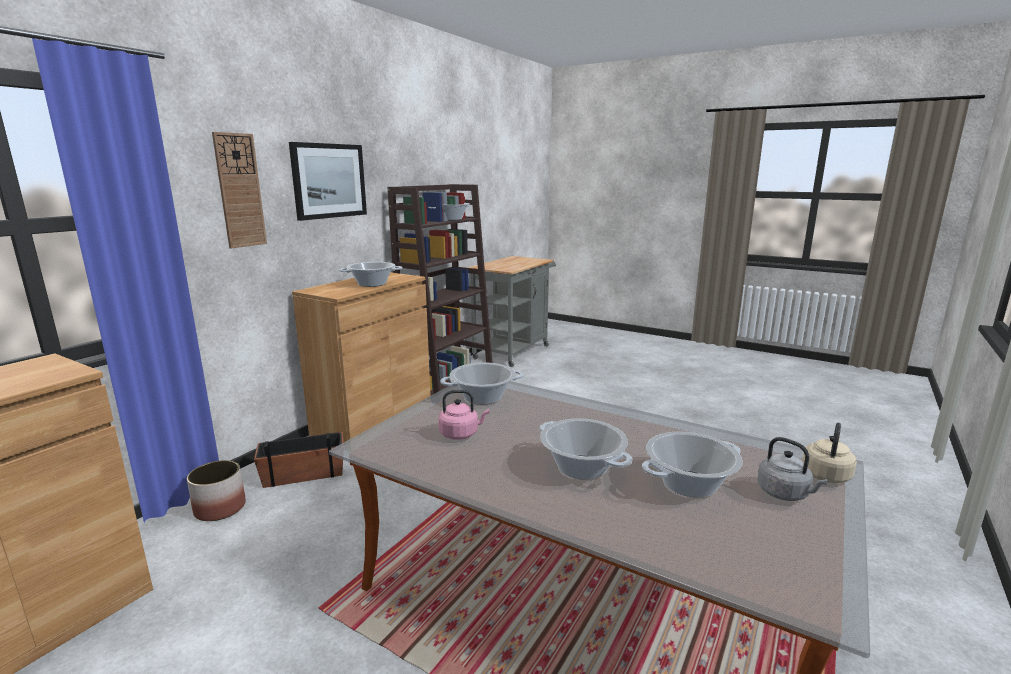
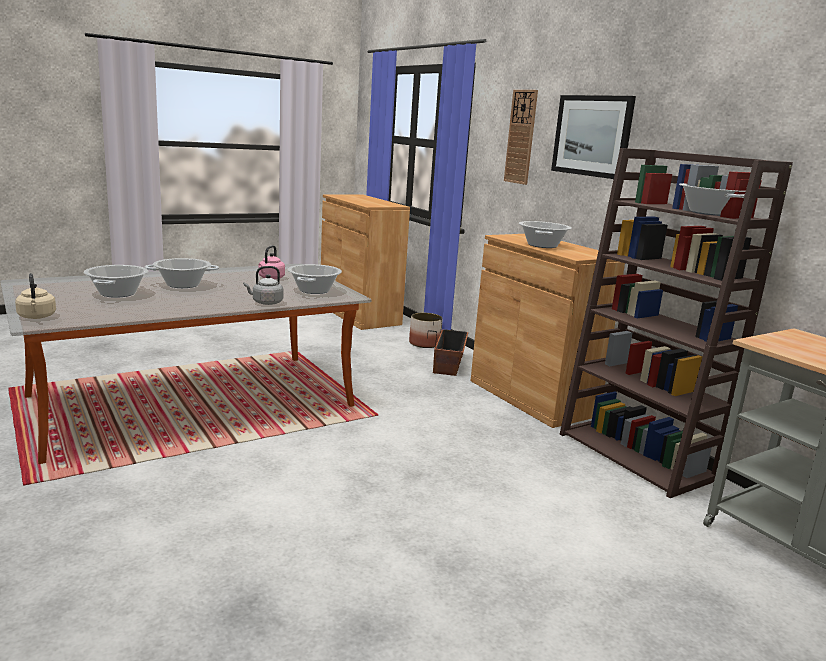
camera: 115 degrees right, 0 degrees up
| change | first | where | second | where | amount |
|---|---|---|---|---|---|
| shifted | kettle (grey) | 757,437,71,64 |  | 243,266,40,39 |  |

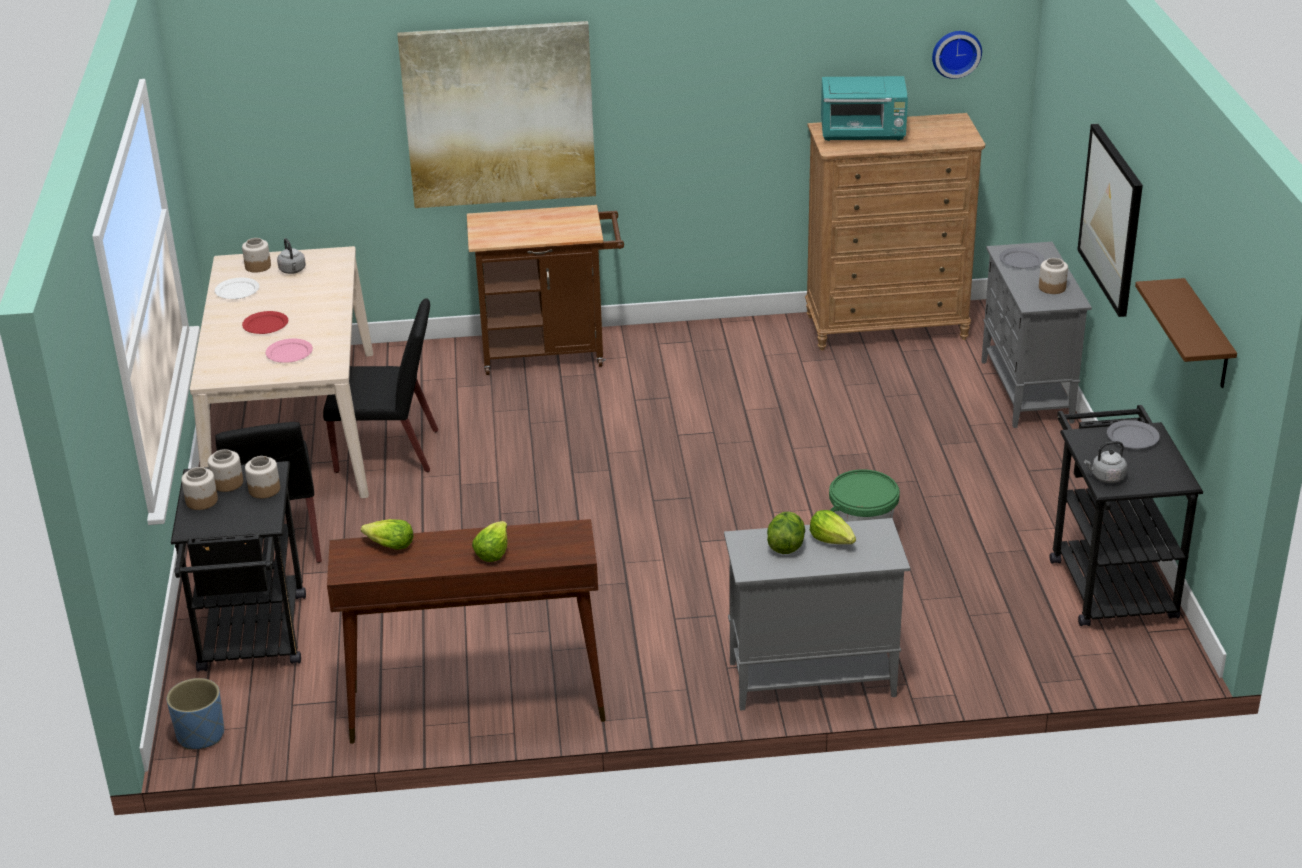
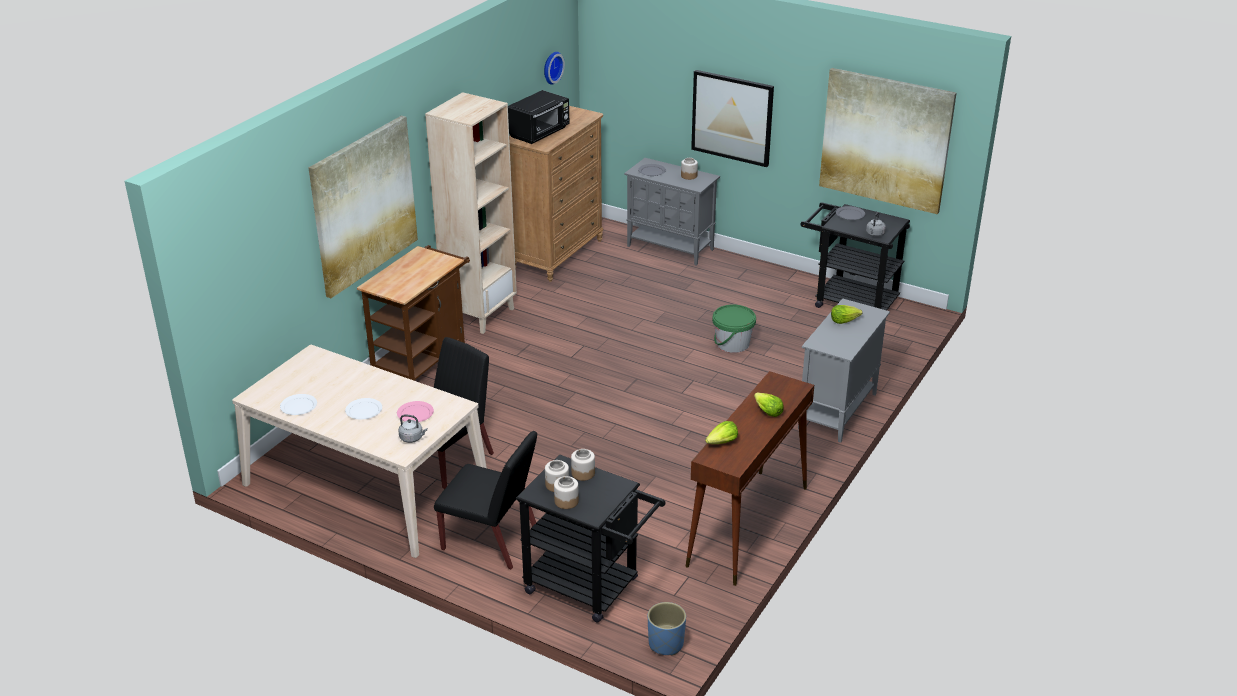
camera: 55 degrees left, 0 degrees up
| change | first | where | second | where | amount |
|---|---|---|---|---|---|
| repainted | plate (red) | 242,311,46,23 | plate (white) | 345,398,37,21 |  |
| shifted | kettle (grey) | 277,238,29,36 |  | 398,414,29,29 |  |
| new |  |  | bookcase (beige) | 425,92,92,242 |  |
| repainted | microwave (turquoise) | 821,76,87,65 | microwave (black) | 508,90,61,54 |  |
| swapped | shelf (brown) | 1135,278,102,110 | picture | 819,68,138,146 |  |
| gone | jar | 242,238,29,35 |  |  |  |
| gone | lettuce | 767,512,38,42 |  |  |  |

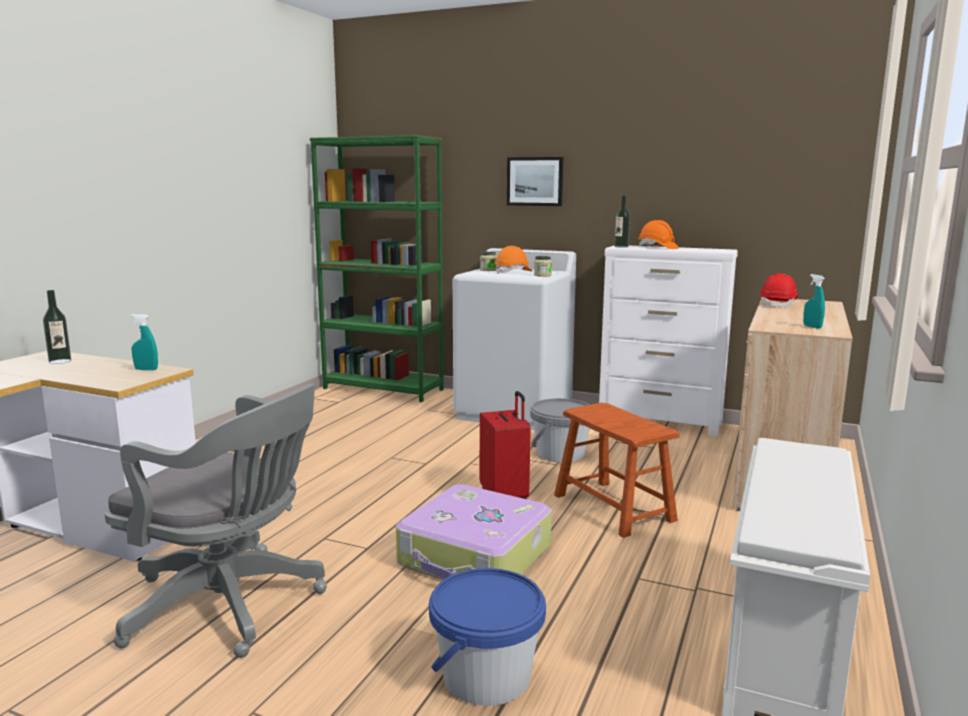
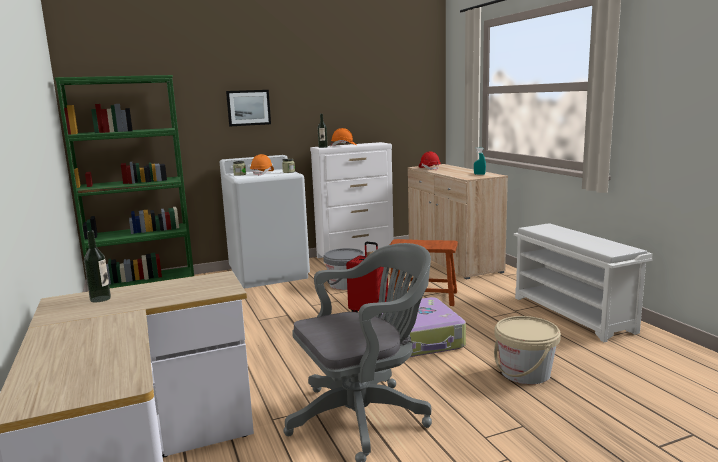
camera: 45 degrees left, 0 degrees up
| change | first | where | second | where | amount |
|---|---|---|---|---|---|
| repainted | bucket (blue) | 429,568,117,138 | bucket (beige) | 494,316,67,68 |  |
| gone | spray bottle (turquoise) | 131,314,27,56 |  |  |  |

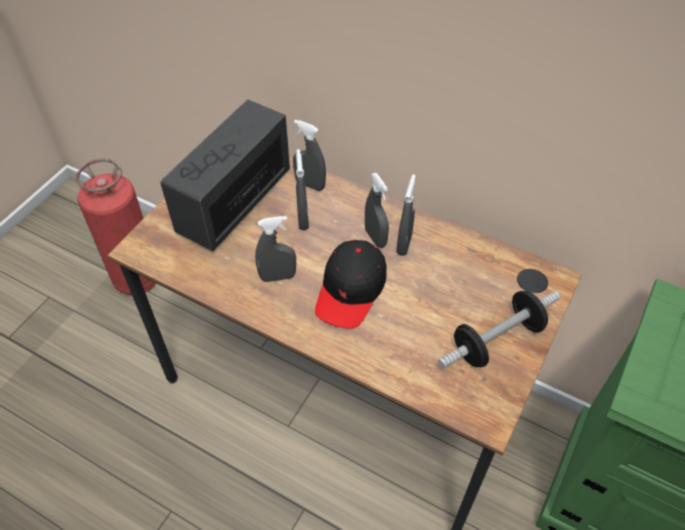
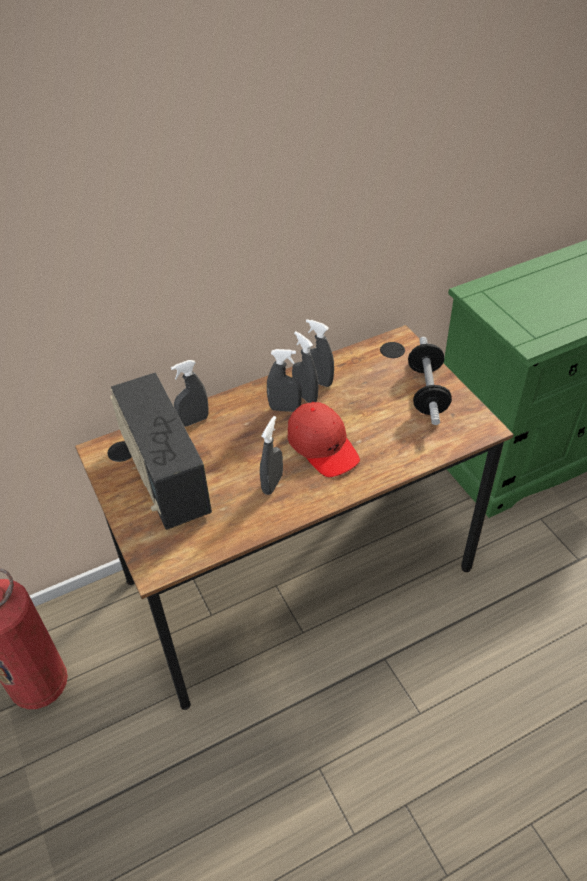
camera: 55 degrees left, 5 degrees down
| change | first | where | second | where | amount |
|---|---|---|---|---|---|
| repainted | cap (black) | 315,240,72,89 | cap (red) | 288,402,72,75 |  |
| shifted | spray bottle (grey) | 296,149,13,81 |  | 306,319,28,68 |  |

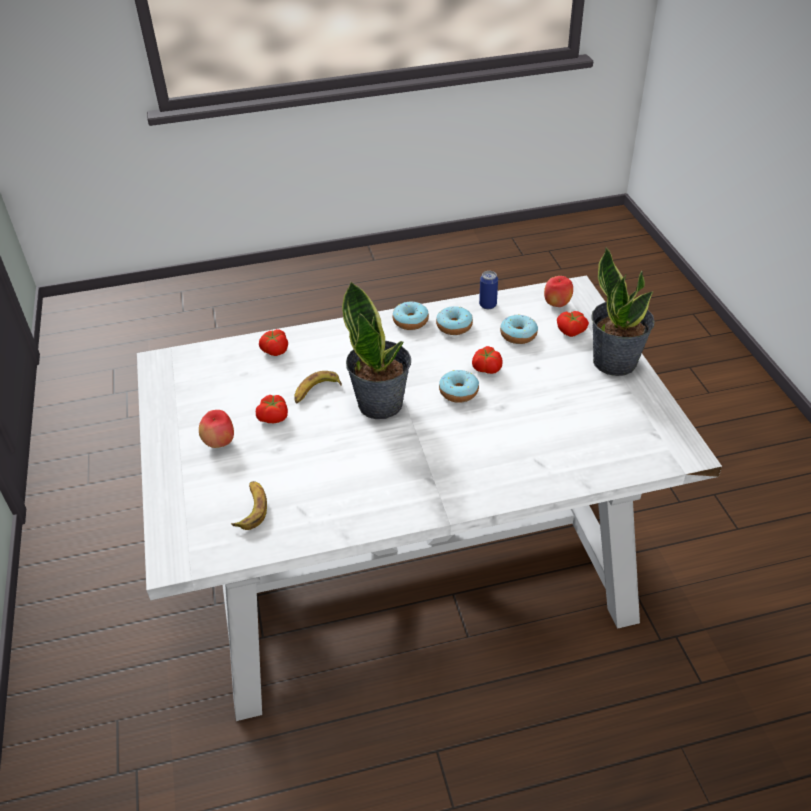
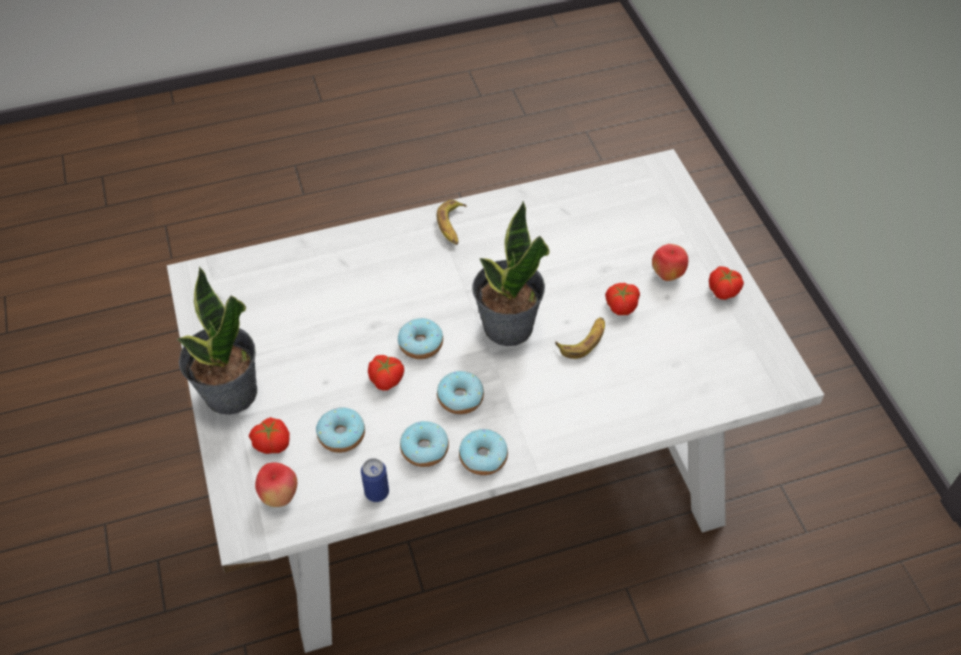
camera: 175 degrees right, 10 degrees up
| change | first | where | second | where | amount |
|---|---|---|---|---|---|
| shifted | banana | 231,481,36,49 |  | 437,200,30,45 |  |
| new |  |  | donut | 437,371,47,43 |  |
| shifted | tomato | 259,329,29,27 |  | 709,267,35,33 |  |

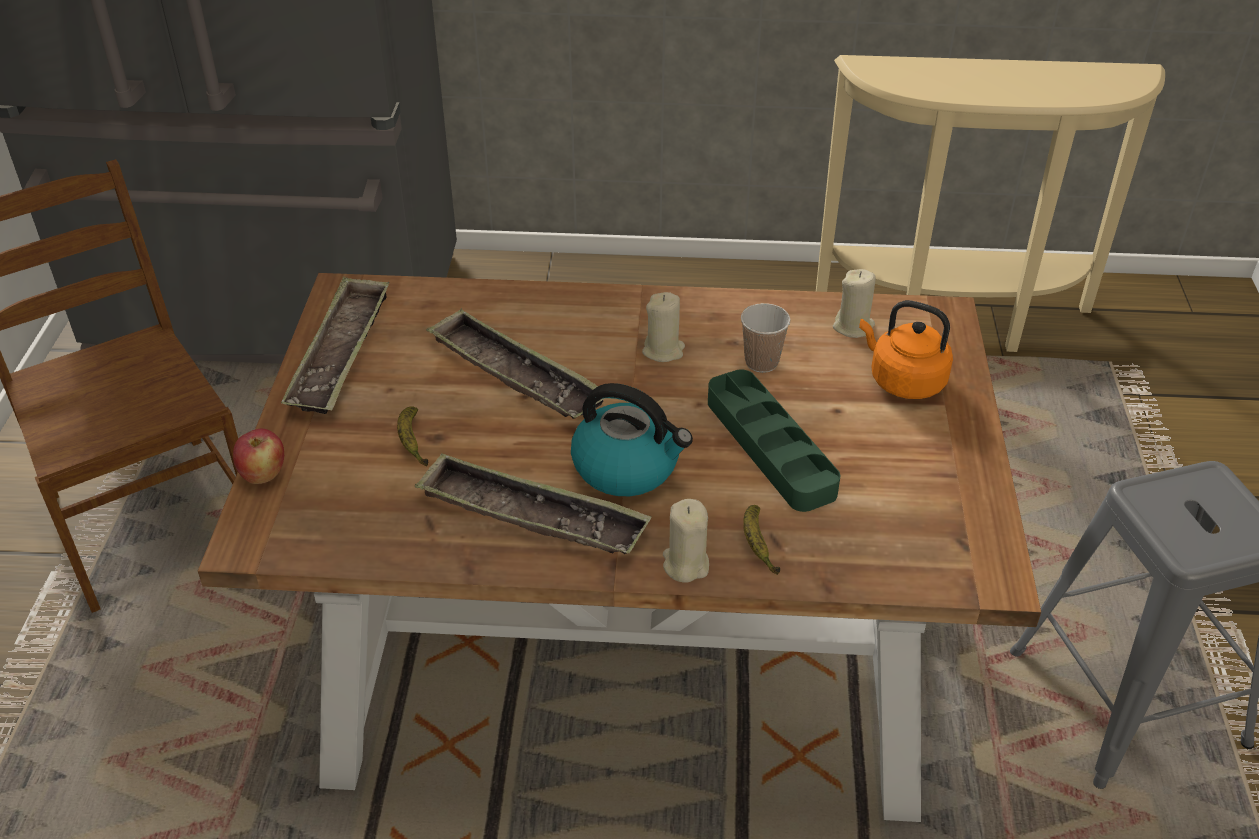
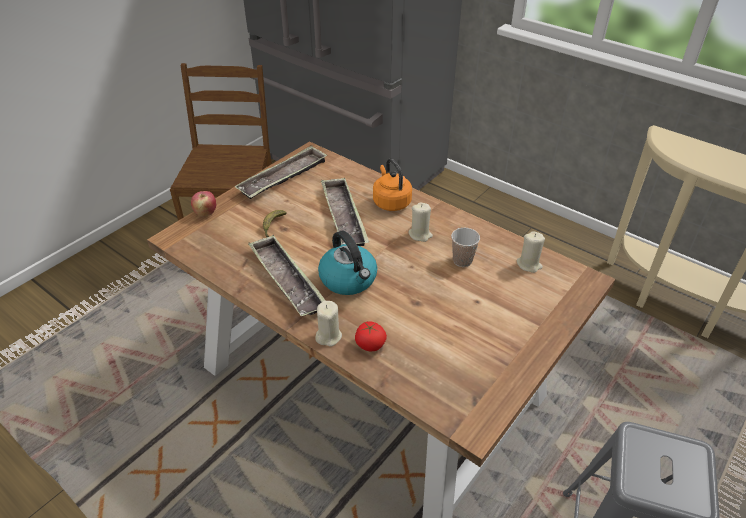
camera: 35 degrees right, 0 degrees up
| change | first | where | second | where | amount |
|---|---|---|---|---|---|
| swapped | banana | 743,505,37,70 | tomato | 355,321,32,30 |  |
| shifted | kettle (orange) | 859,300,94,99 |  | 373,159,39,52 |  |
| gone | tray (green) | 708,370,132,142 |  |  |  |

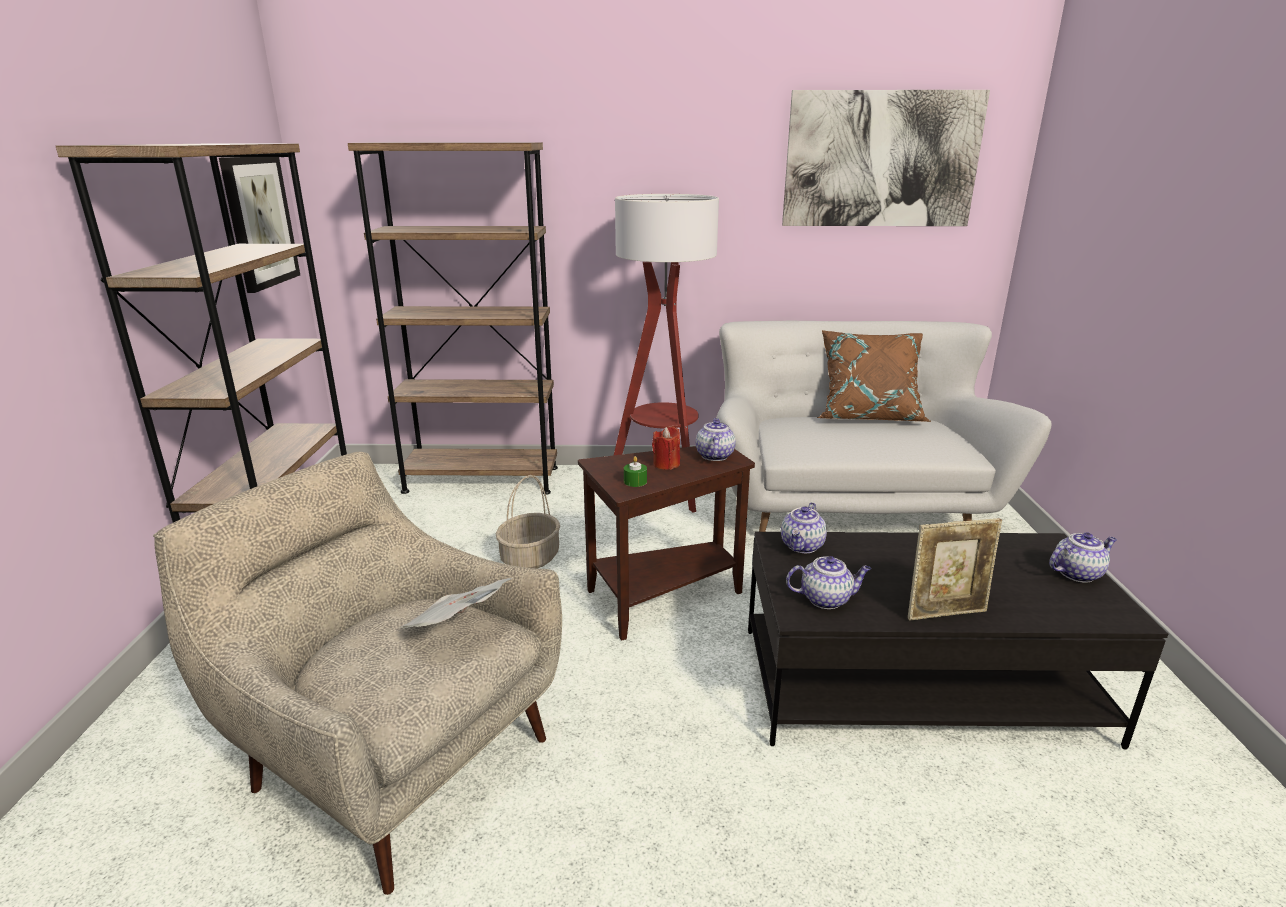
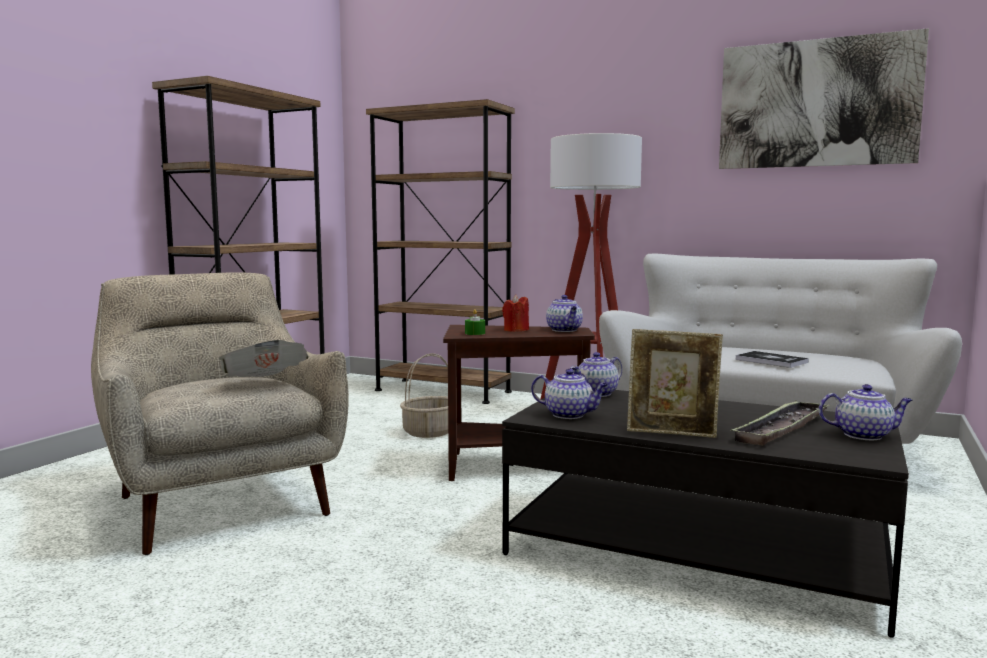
camera: 25 degrees right, 15 degrees down
| change | first | where | second | where | amount |
|---|---|---|---|---|---|
| rotated | teapot | 696,418,40,43 |  | 546,295,37,37 | 135 degrees clockwise |
| new |  |  | tray | 731,400,98,46 |  |
| new |  |  | book | 735,351,74,17 |  |
| gone | picture | 219,157,81,136 |  |  |  |
| gone | pillow (brown) | 817,330,114,92 |  |  |  |

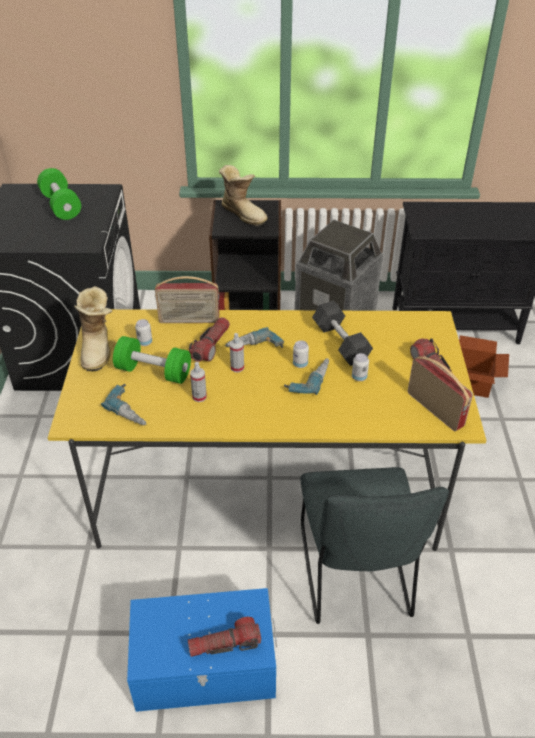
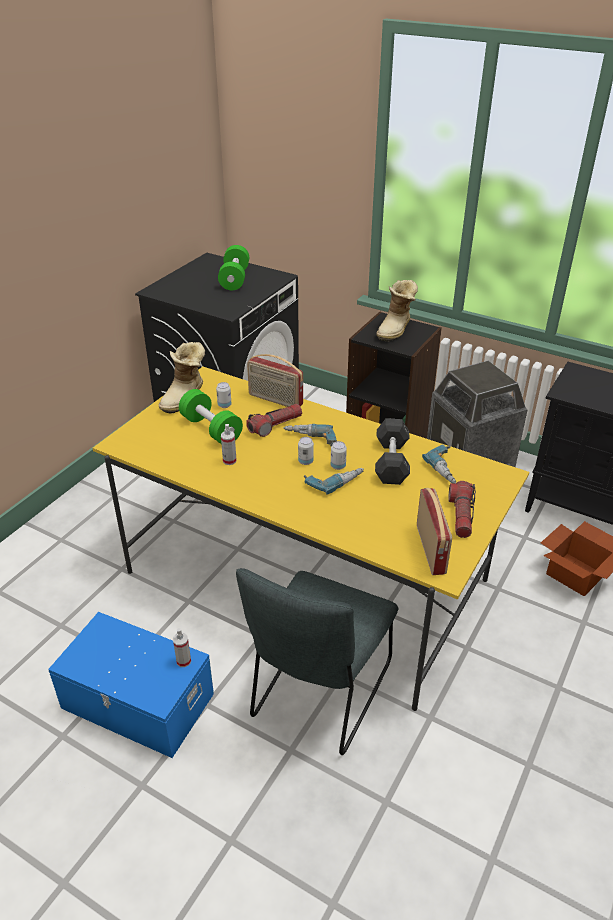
camera: 30 degrees right, 5 degrees down
| change | first | where | second | where | amount |
|---|---|---|---|---|---|
| shifted | spray bottle | 230,333,14,40 |  | 173,628,18,39 |  |
| shifted | can | 352,353,17,28 |  | 298,437,16,28 |  |
| rotated | boot | 219,165,49,61 |  | 376,280,42,62 | 45 degrees clockwise |
| shifted | power drill | 101,384,45,41 |  | 422,444,34,40 |  |
| gone | flashlight | 188,617,73,40 |  |  |  |

